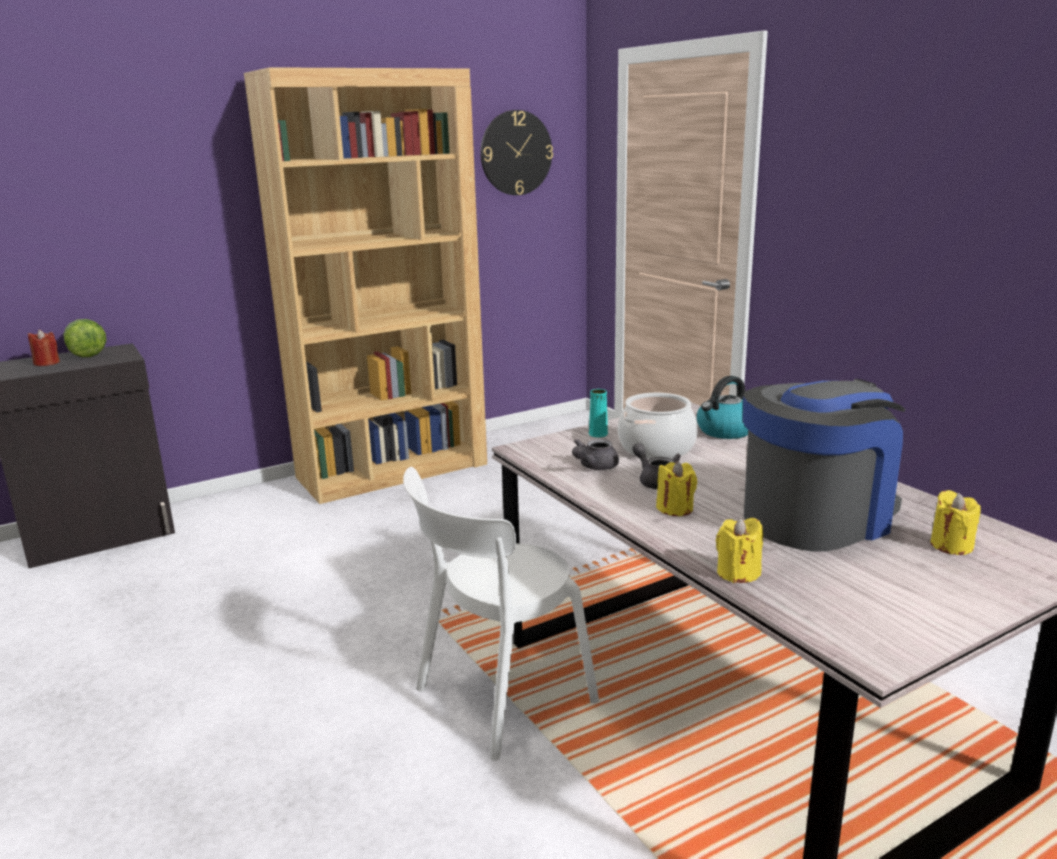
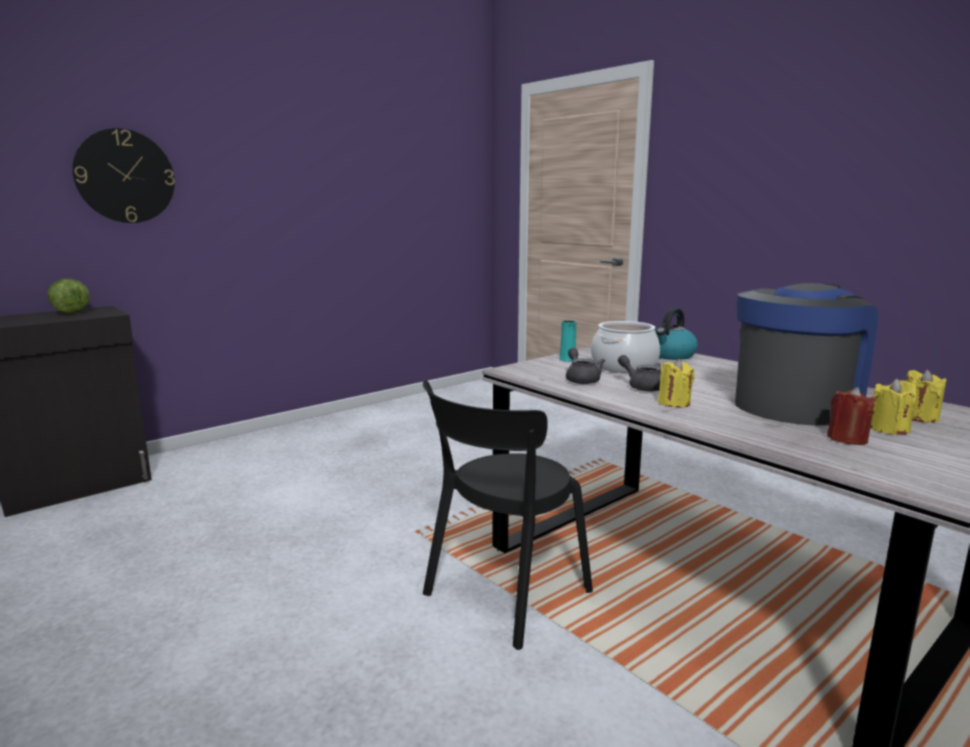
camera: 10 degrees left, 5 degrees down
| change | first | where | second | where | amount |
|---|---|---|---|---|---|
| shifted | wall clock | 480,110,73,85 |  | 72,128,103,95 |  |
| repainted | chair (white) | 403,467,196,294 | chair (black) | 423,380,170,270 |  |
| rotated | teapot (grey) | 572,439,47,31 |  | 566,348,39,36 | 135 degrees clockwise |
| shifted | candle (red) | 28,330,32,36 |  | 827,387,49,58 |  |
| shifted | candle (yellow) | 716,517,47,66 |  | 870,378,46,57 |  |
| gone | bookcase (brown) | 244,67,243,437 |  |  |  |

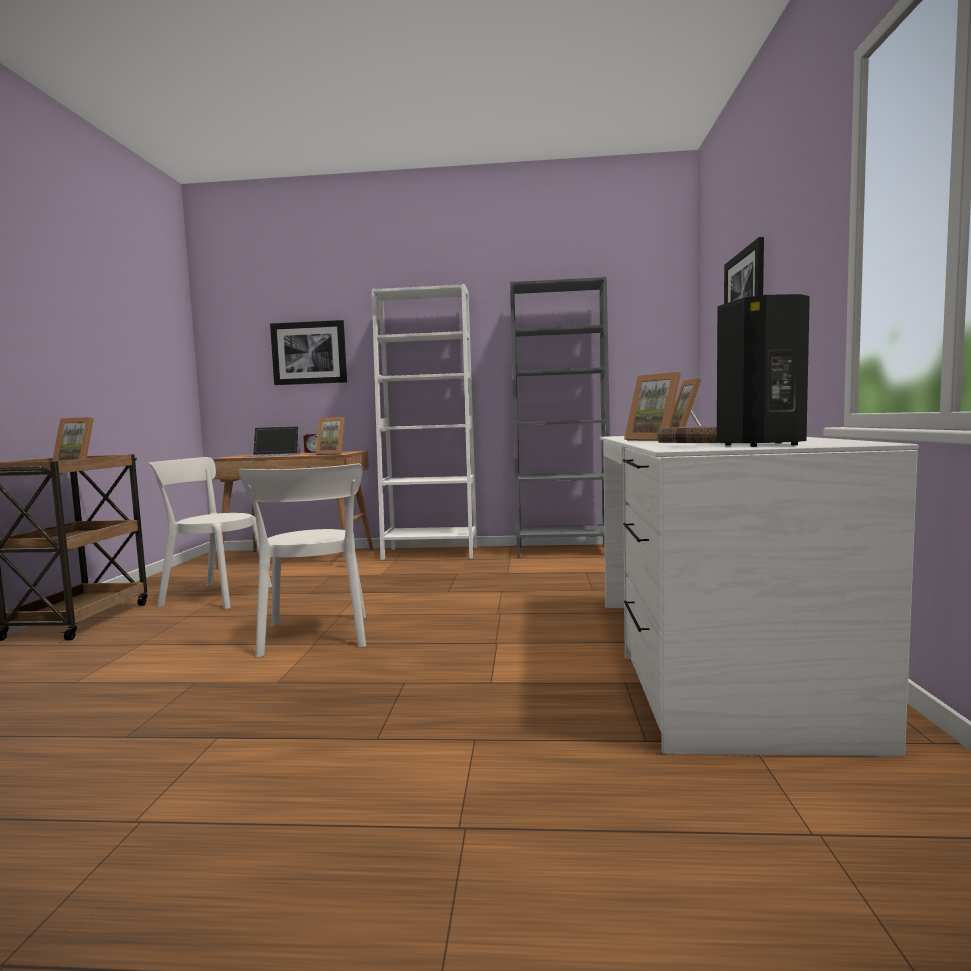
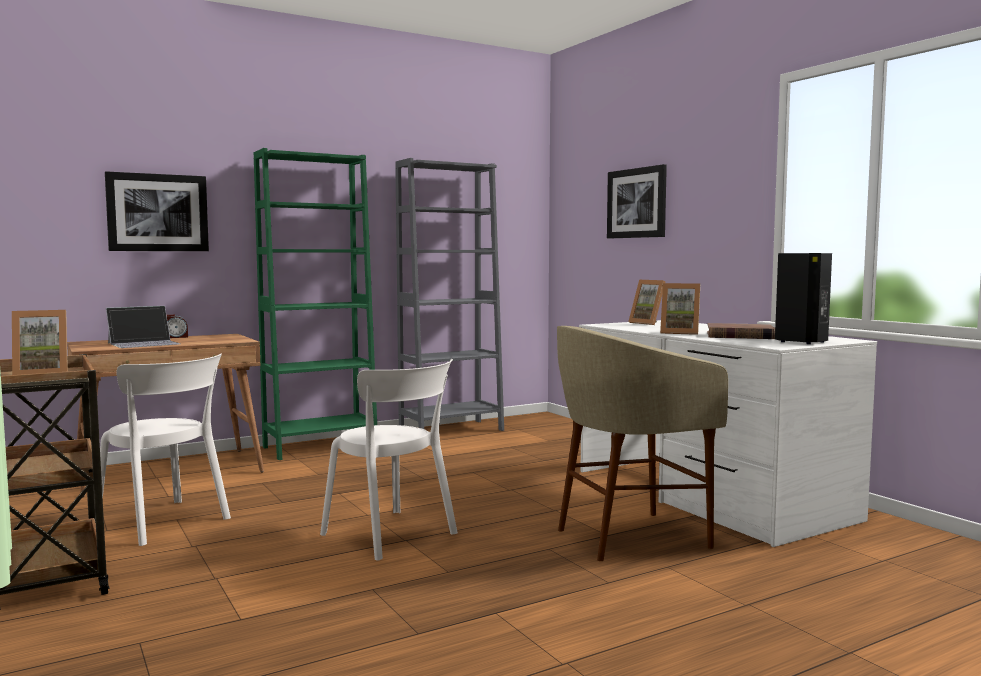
camera: 35 degrees left, 0 degrees up
| change | first | where | second | where | amount |
|---|---|---|---|---|---|
| rotated | chair (white) | 149,457,123,152 |  | 100,353,131,193 | 120 degrees counterclockwise |
| repainted | bookcase (white) | 372,284,105,276 | bookcase (green) | 254,148,123,312 |  |
| new |  |  | stool (beige) | 557,326,171,235 |  |
| gone | picture frame | 315,417,30,38 |  |  |  |

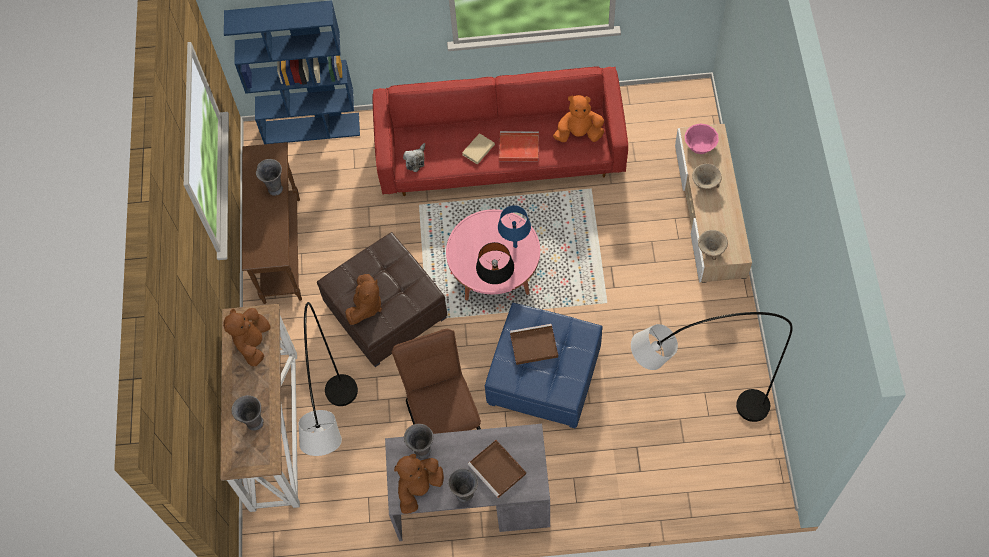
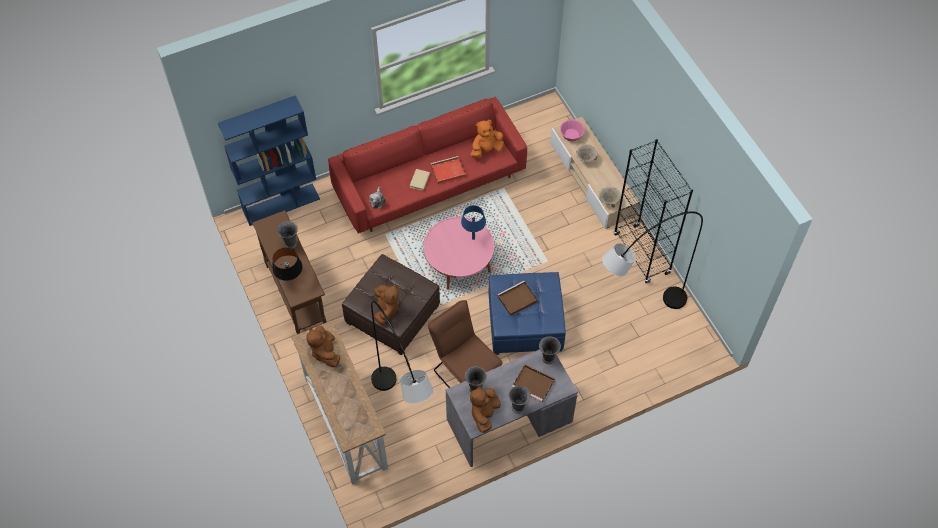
camera: 25 degrees left, 5 degrees down
| change | first | where | second | where | amount |
|---|---|---|---|---|---|
| shifted | table lamp (black) | 476,242,38,42 |  | 272,248,31,33 |  |
| shifted | vase (grey) | 231,395,33,36 |  | 539,337,22,27 |  |
| new |  |  | bookcase (black) | 614,139,79,145 |  |

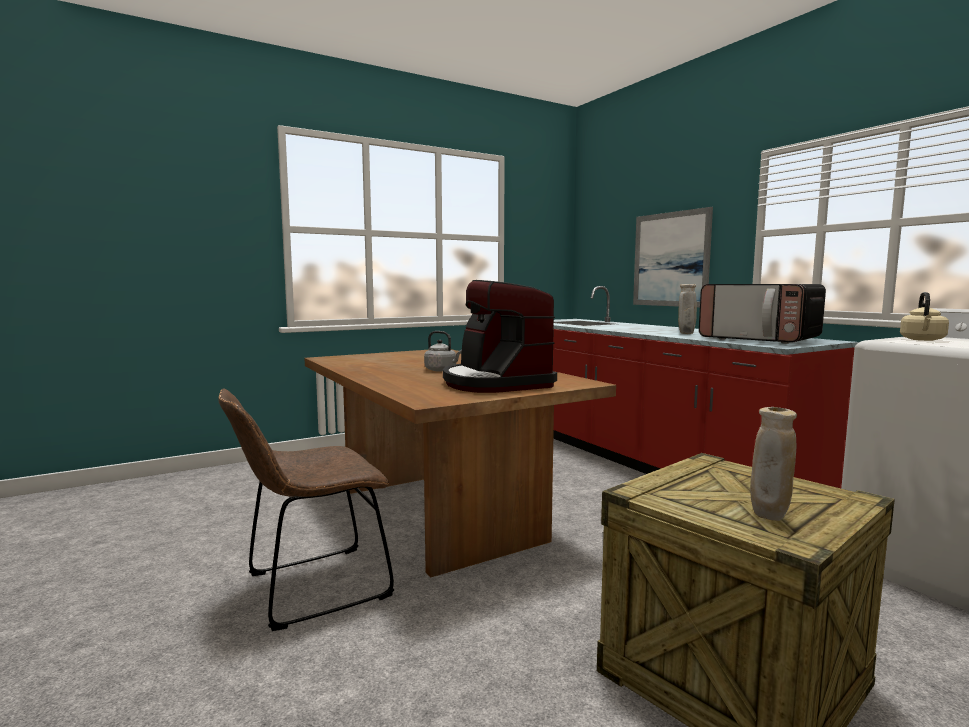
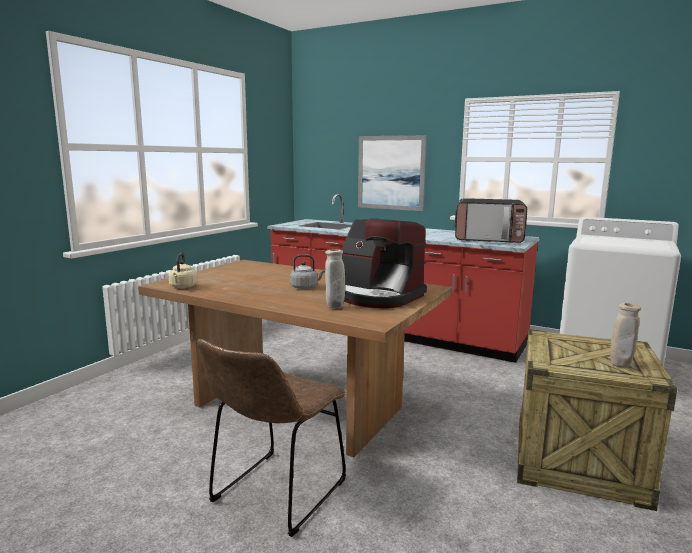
camera: 30 degrees left, 5 degrees up
| change | first | where | second | where | amount |
|---|---|---|---|---|---|
| shifted | kettle (beige) | 900,292,49,49 |  | 168,253,30,35 |  |
| shifted | vase (beige) | 678,284,19,50 |  | 325,249,20,60 |  |

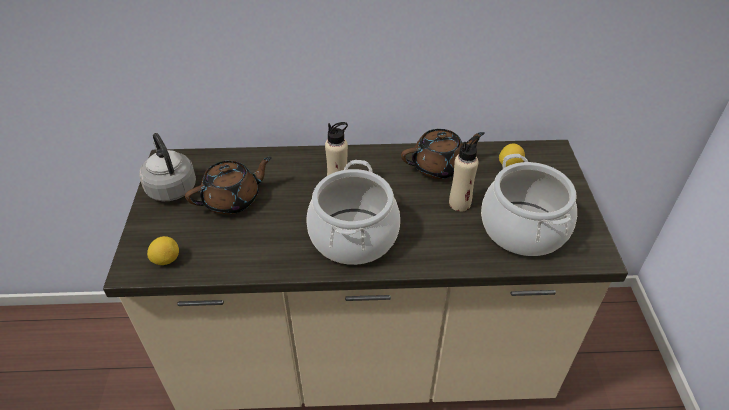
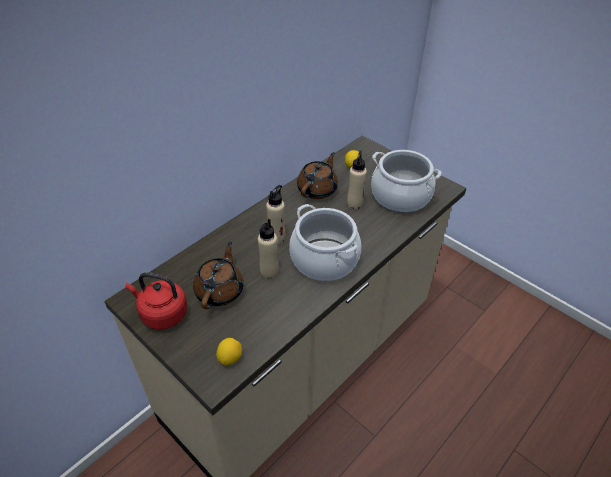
camera: 45 degrees left, 0 degrees up
| change | first | where | second | where | amount |
|---|---|---|---|---|---|
| repainted | kettle (grey) | 139,133,57,68 | kettle (red) | 125,272,62,58 |  |
| new |  |  | bottle (beige) | 258,219,21,60 |  |

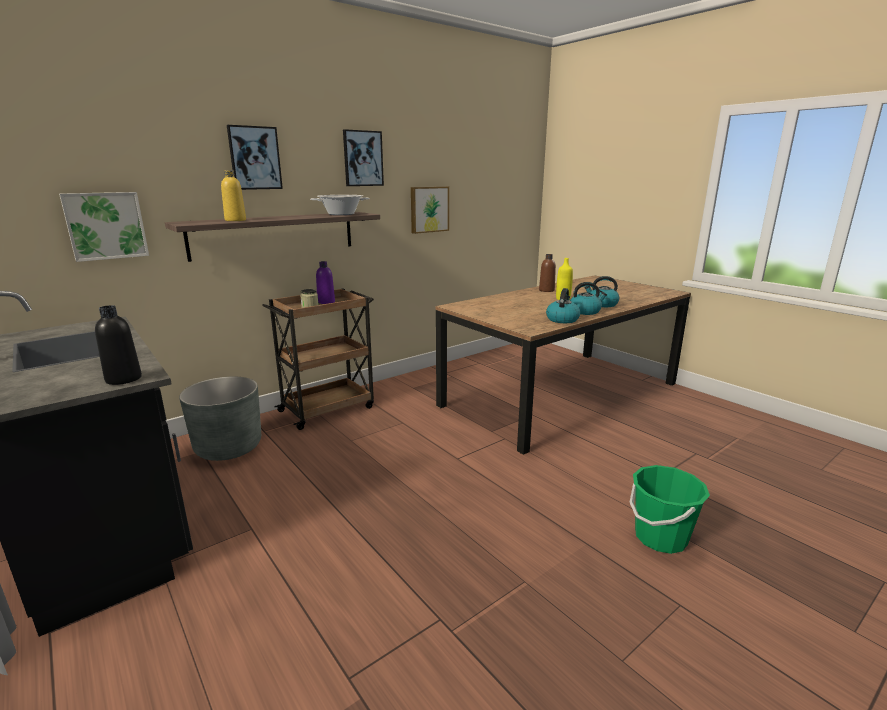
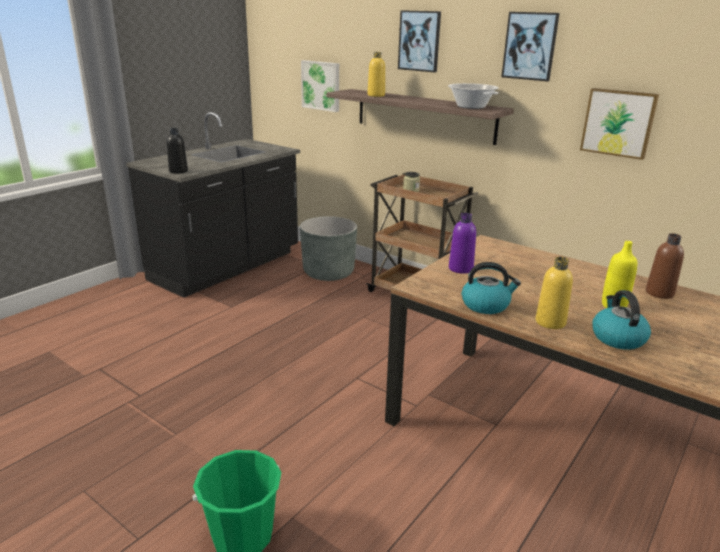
camera: 75 degrees right, 5 degrees up
| change | first | where | second | where | amount |
|---|---|---|---|---|---|
| shifted | bottle (purple) | 316,261,19,43 |  | 449,213,27,61 |  |
| swapped | kettle | 570,282,37,33 | bottle (yellow) | 536,257,37,72 |  |

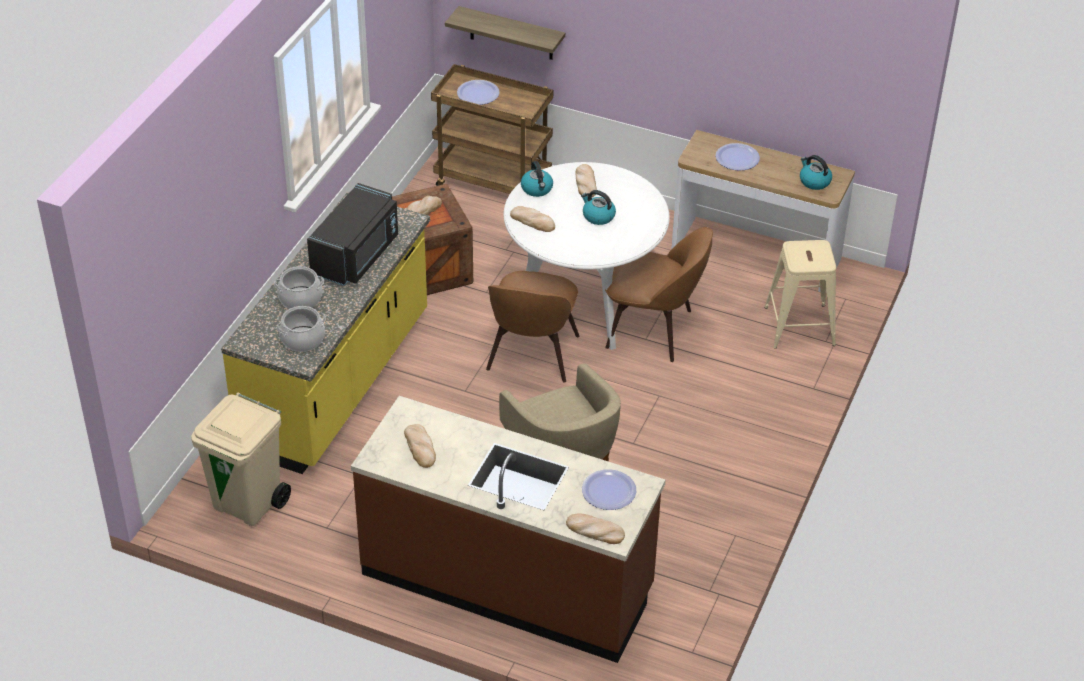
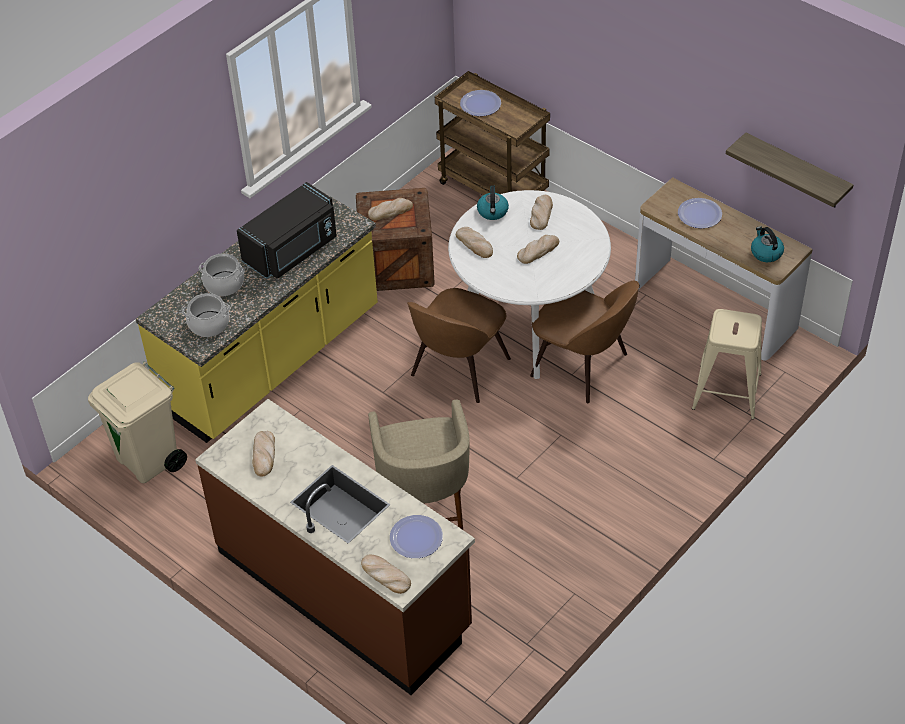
camera: 20 degrees right, 5 degrees up
| change | first | where | second | where | amount |
|---|---|---|---|---|---|
| swapped | kettle | 581,190,35,35 | bread | 517,235,42,29 |  |
| shifted | shelf | 445,6,120,54 |  | 726,132,127,76 |  |

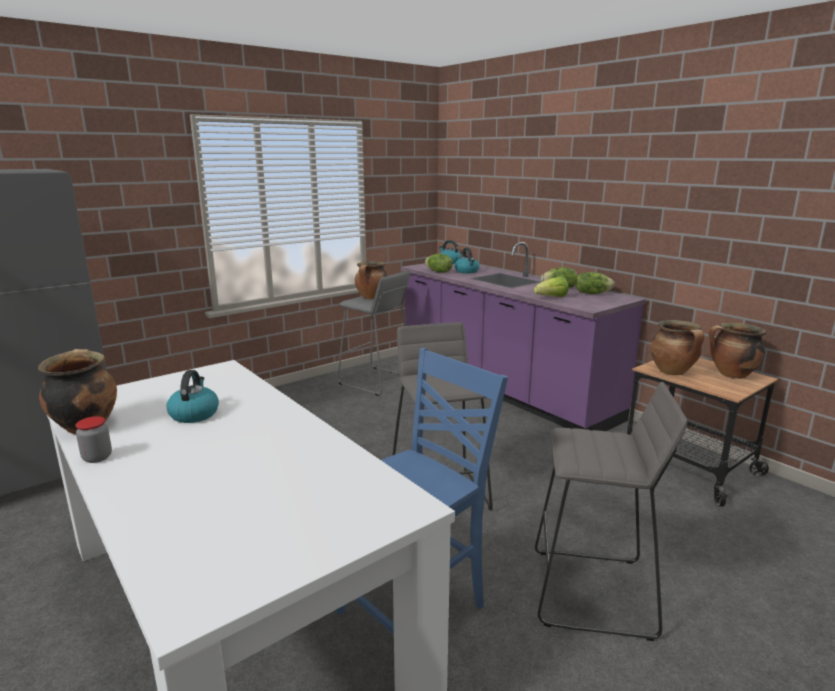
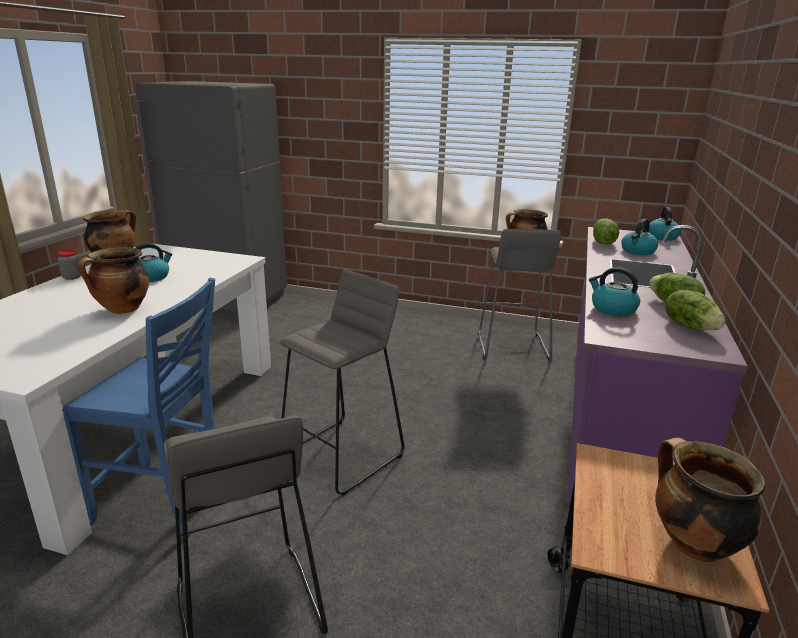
camera: 55 degrees right, 5 degrees up
| change | first | where | second | where | amount |
|---|---|---|---|---|---|
| shifted | cooking pot | 651,320,53,55 |  | 78,247,71,67 |  |
| swapped | lettuce | 534,276,35,21 | kettle | 589,267,51,49 |  |

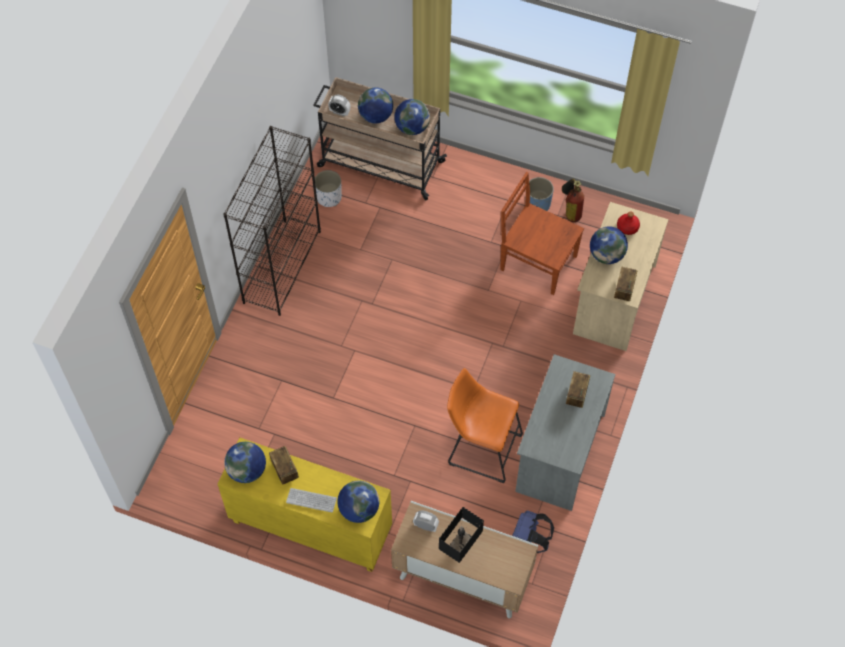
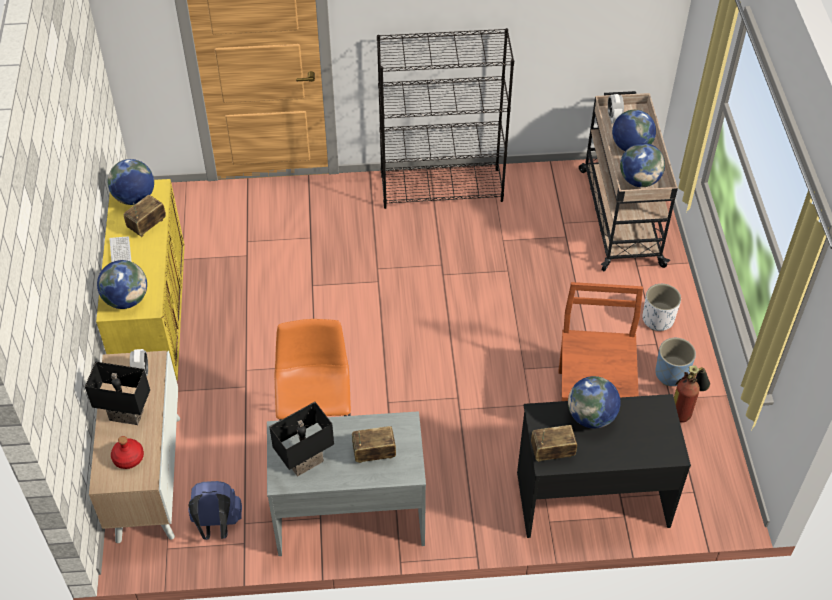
camera: 65 degrees right, 10 degrees down
| change | first | where | second | where | amount |
|---|---|---|---|---|---|
| shifted | bottle (red) | 617,211,23,24 |  | 111,436,33,33 |  |
| new |  |  | table lamp (black) | 269,402,65,75 |  |
| repainted | desk (beige) | 573,202,96,149 | desk (black) | 517,394,174,144 |  |
| shifted | planter (white) | 315,170,27,37 |  | 642,284,39,47 |  |

